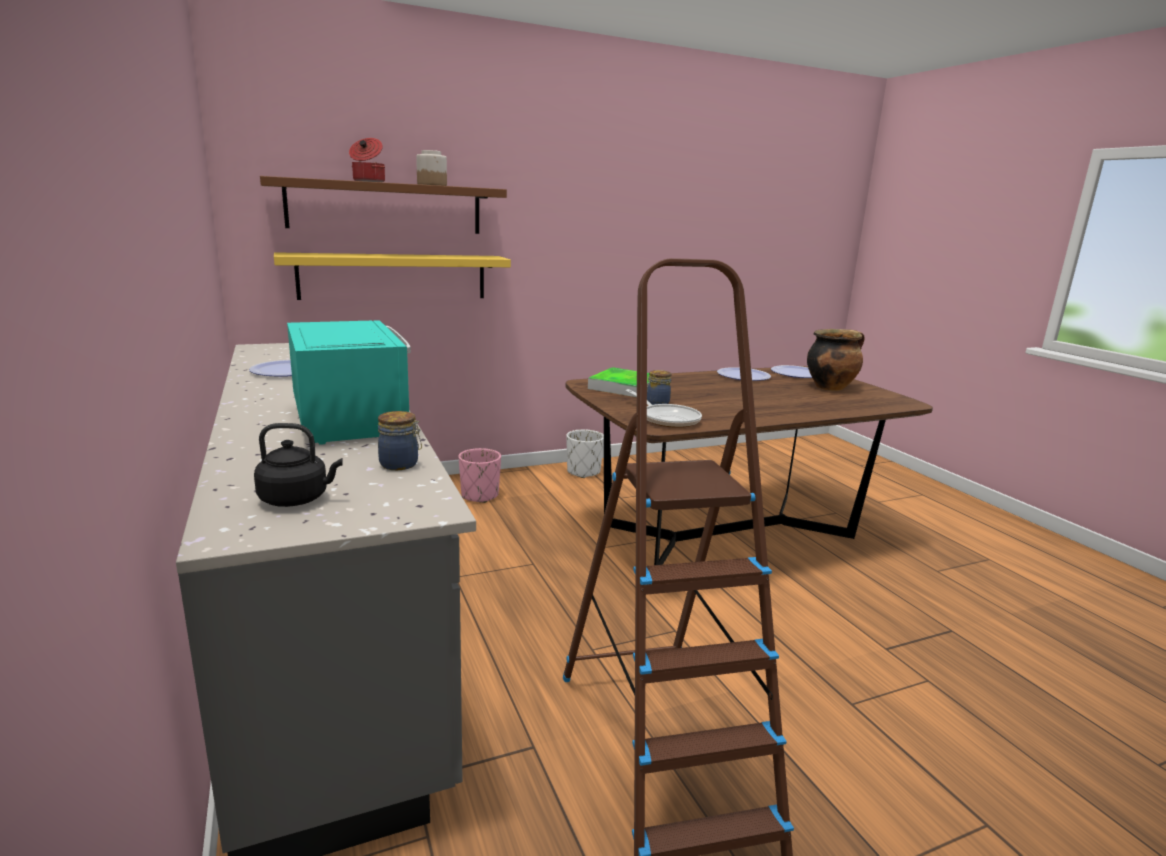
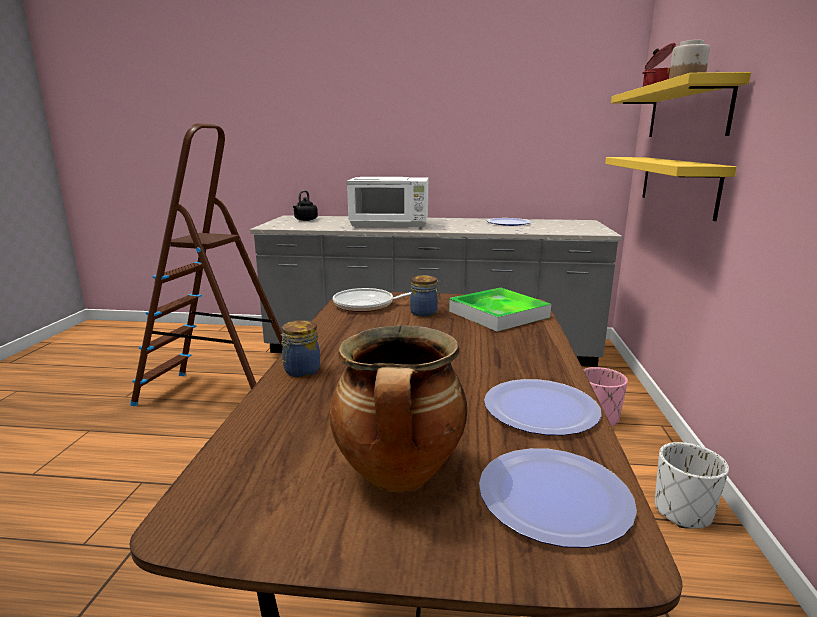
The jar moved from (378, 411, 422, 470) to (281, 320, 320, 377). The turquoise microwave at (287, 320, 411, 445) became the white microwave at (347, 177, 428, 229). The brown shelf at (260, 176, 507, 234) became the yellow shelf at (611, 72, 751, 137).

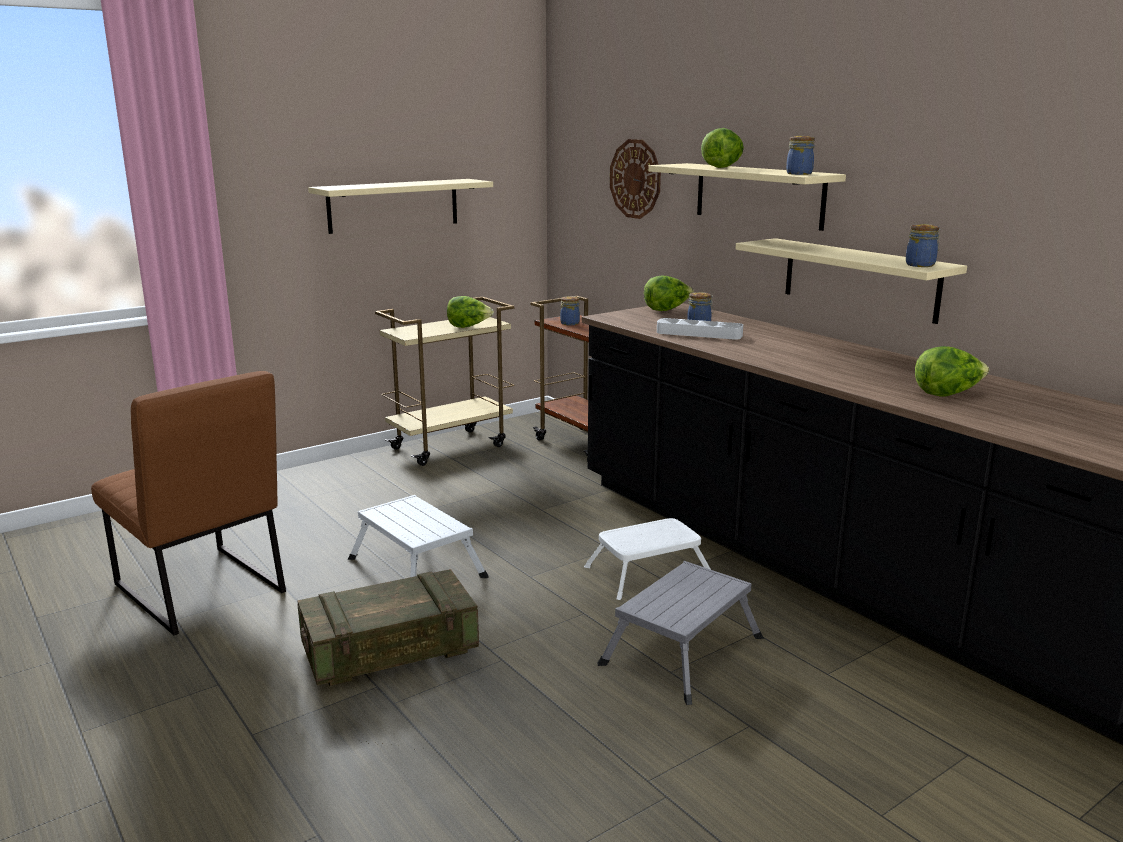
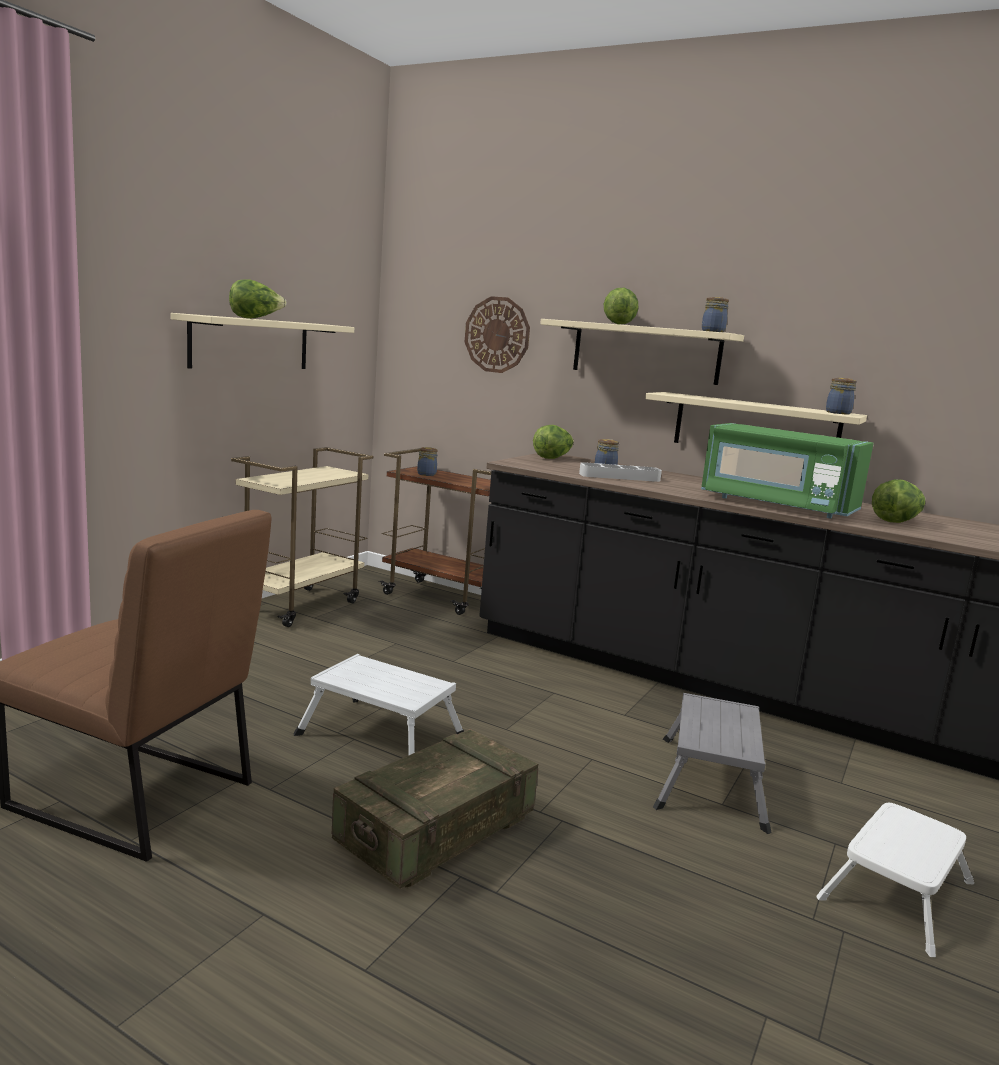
The lettuce moved from (447, 296, 494, 328) to (229, 279, 287, 319). The green microwave at (701, 423, 874, 518) appeared. The white step ladder moved from (584, 518, 711, 600) to (816, 803, 974, 957).

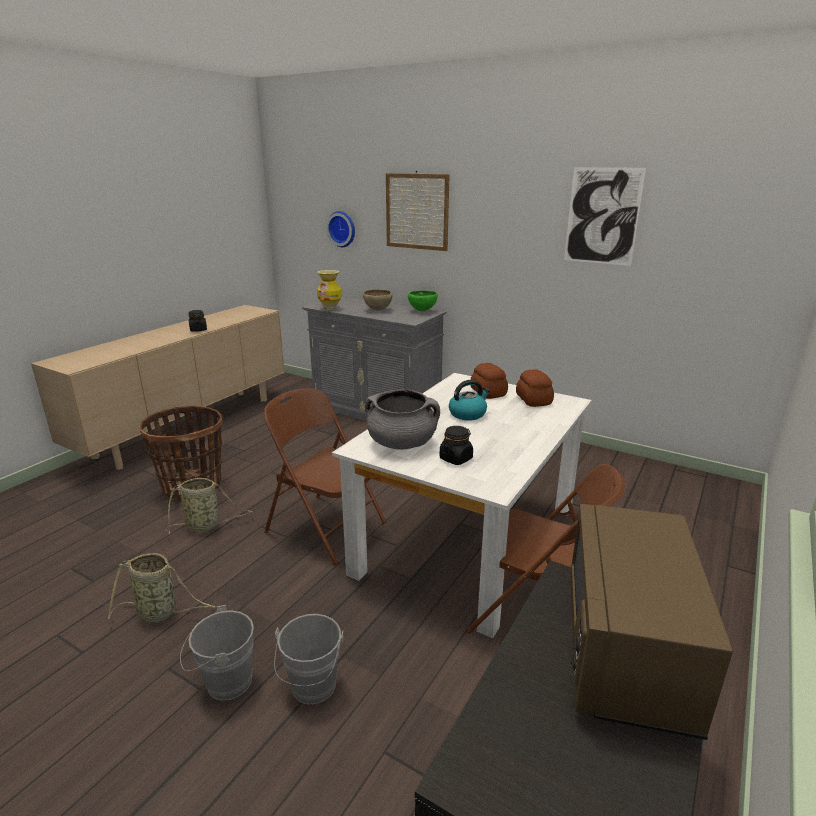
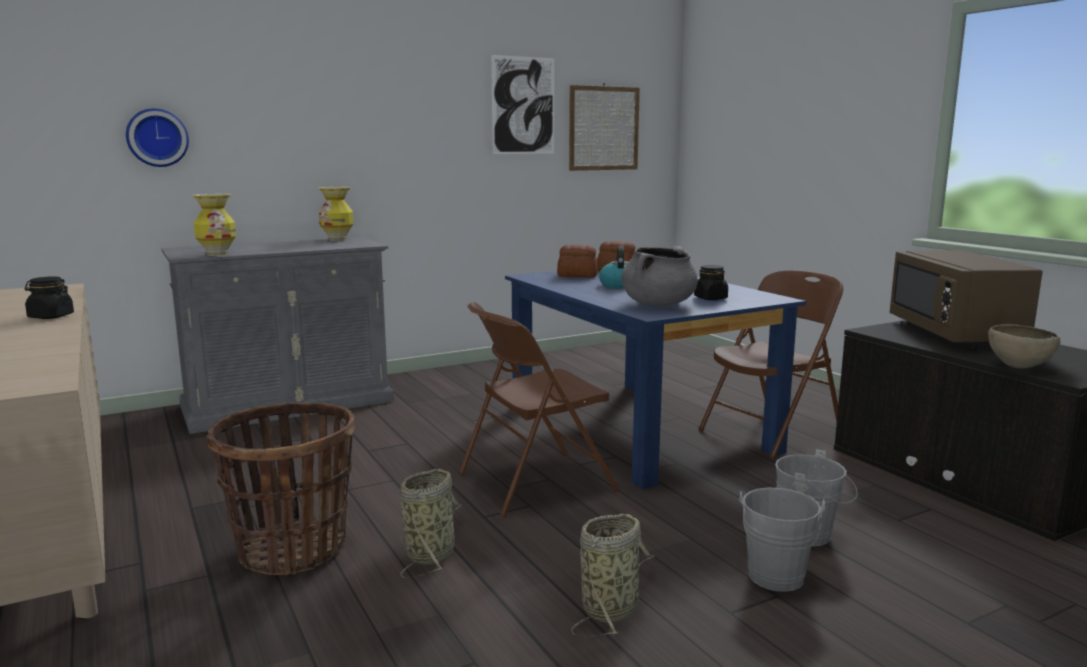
The green bowl at (408, 290, 438, 312) was replaced by the vase at (319, 187, 354, 241). The white dining table at (332, 373, 592, 638) became the blue dining table at (505, 271, 806, 489). The picture moved from (386, 171, 450, 251) to (569, 83, 640, 171). The brown microwave at (570, 504, 733, 740) turned 45 degrees clockwise. The brown bowl moved from (363, 289, 392, 311) to (988, 324, 1061, 368).

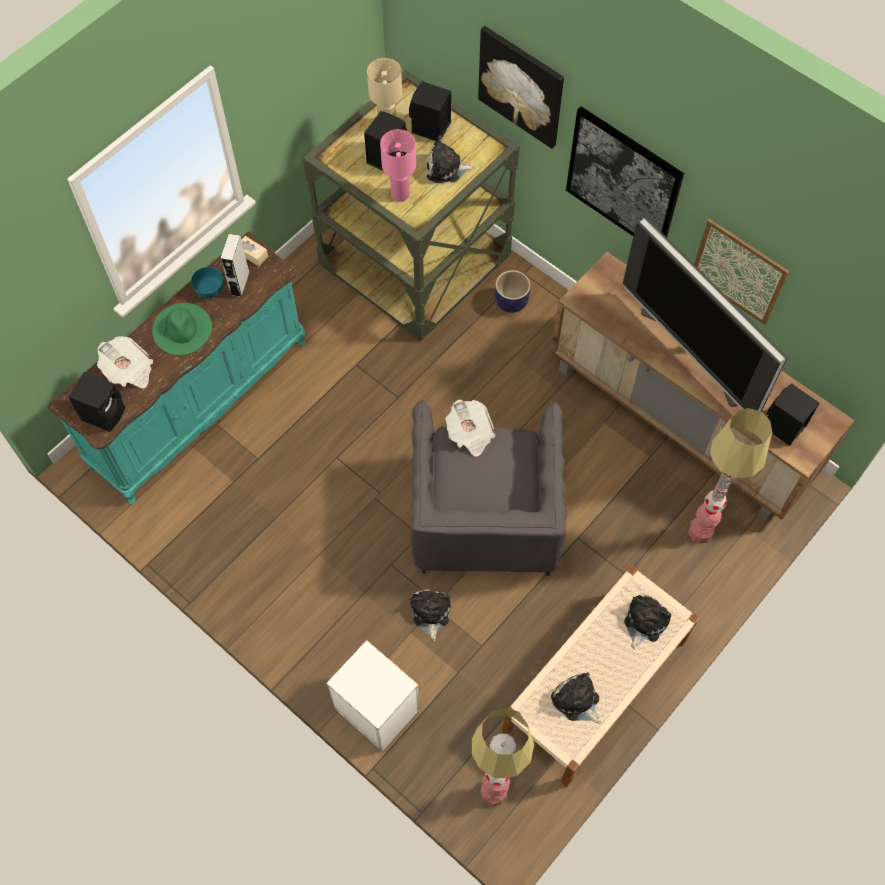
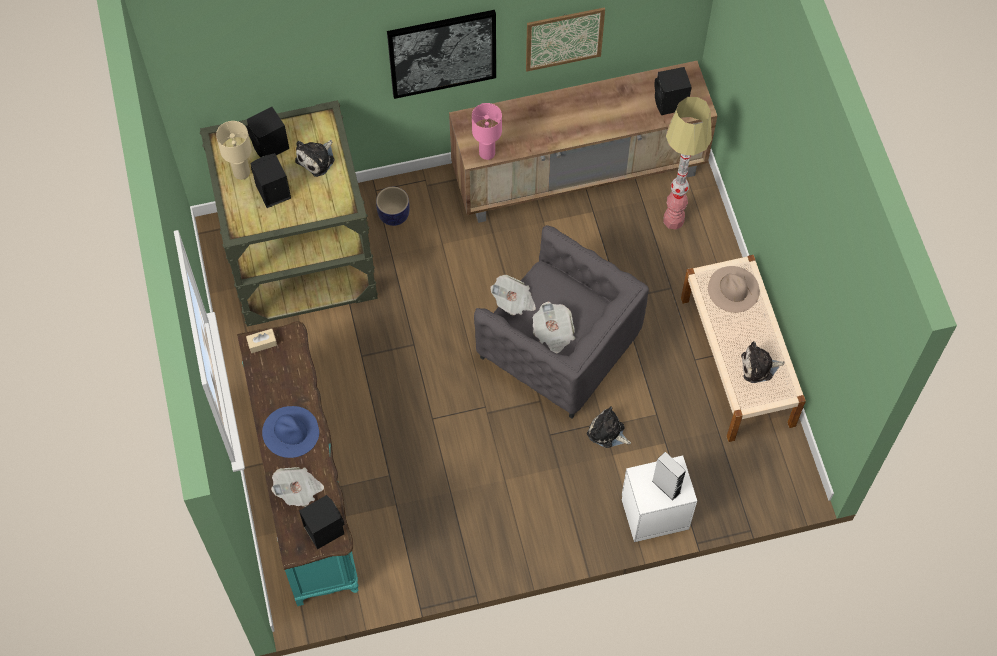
The green hat at (152, 303, 212, 355) became the blue hat at (262, 406, 319, 458). The pink table lamp moved from (380, 129, 416, 202) to (472, 103, 502, 160). The newspaper at (533, 302, 575, 353) appeared. The grey speaker moved from (220, 234, 250, 297) to (652, 452, 686, 500). The plush toy at (624, 595, 671, 650) was replaced by the beige hat at (708, 266, 760, 313). The turquoise bowl at (191, 267, 223, 298) disappeared. The floor lamp at (472, 708, 534, 806) disappeared. The picture at (478, 26, 564, 149) disappeared. The television at (623, 217, 787, 412) disappeared.

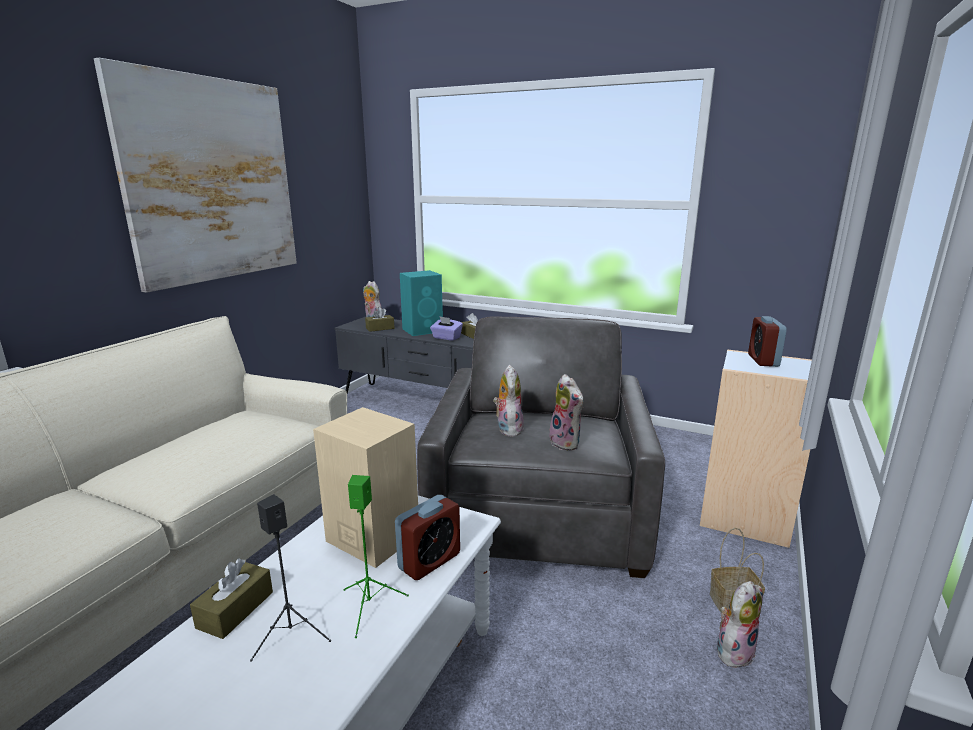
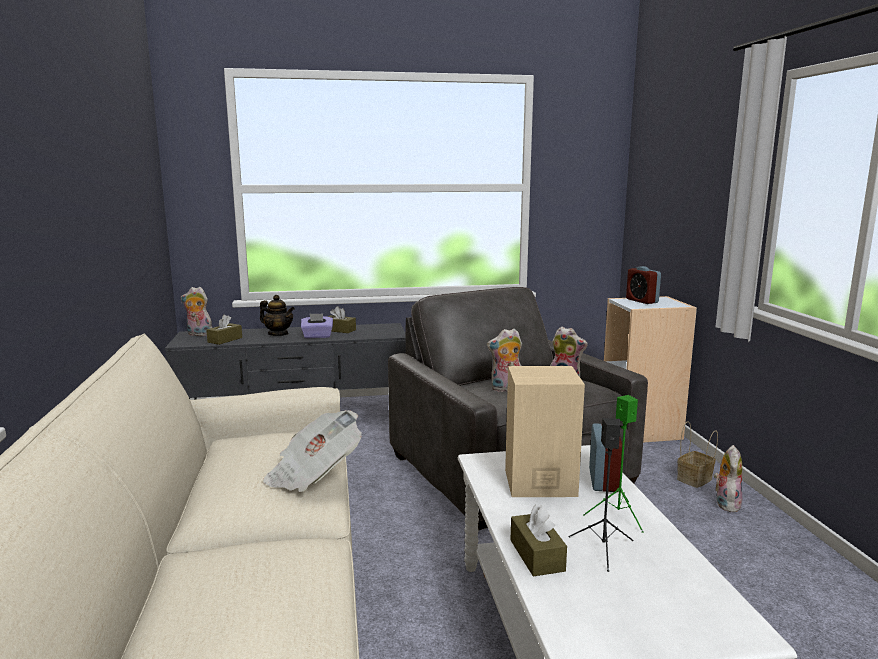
The turquoise speaker at (400, 270, 443, 336) was replaced by the teapot at (260, 295, 295, 336). The newspaper at (263, 410, 362, 492) appeared. The plush toy at (493, 365, 524, 437) turned 60 degrees counterclockwise. The picture at (94, 58, 297, 293) disappeared.

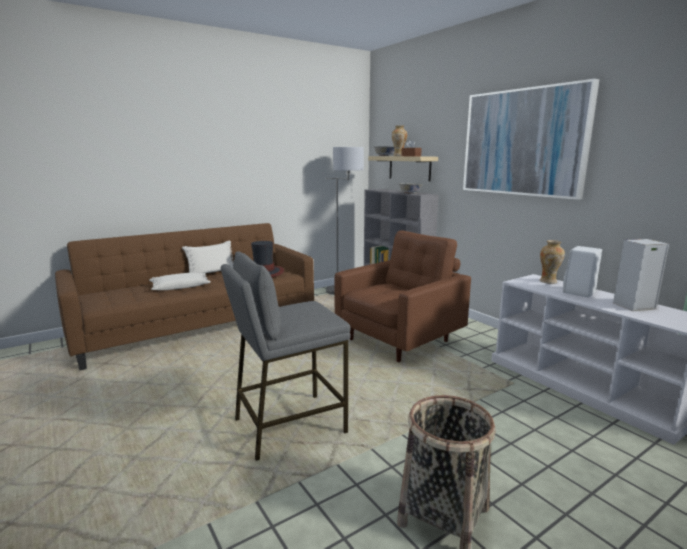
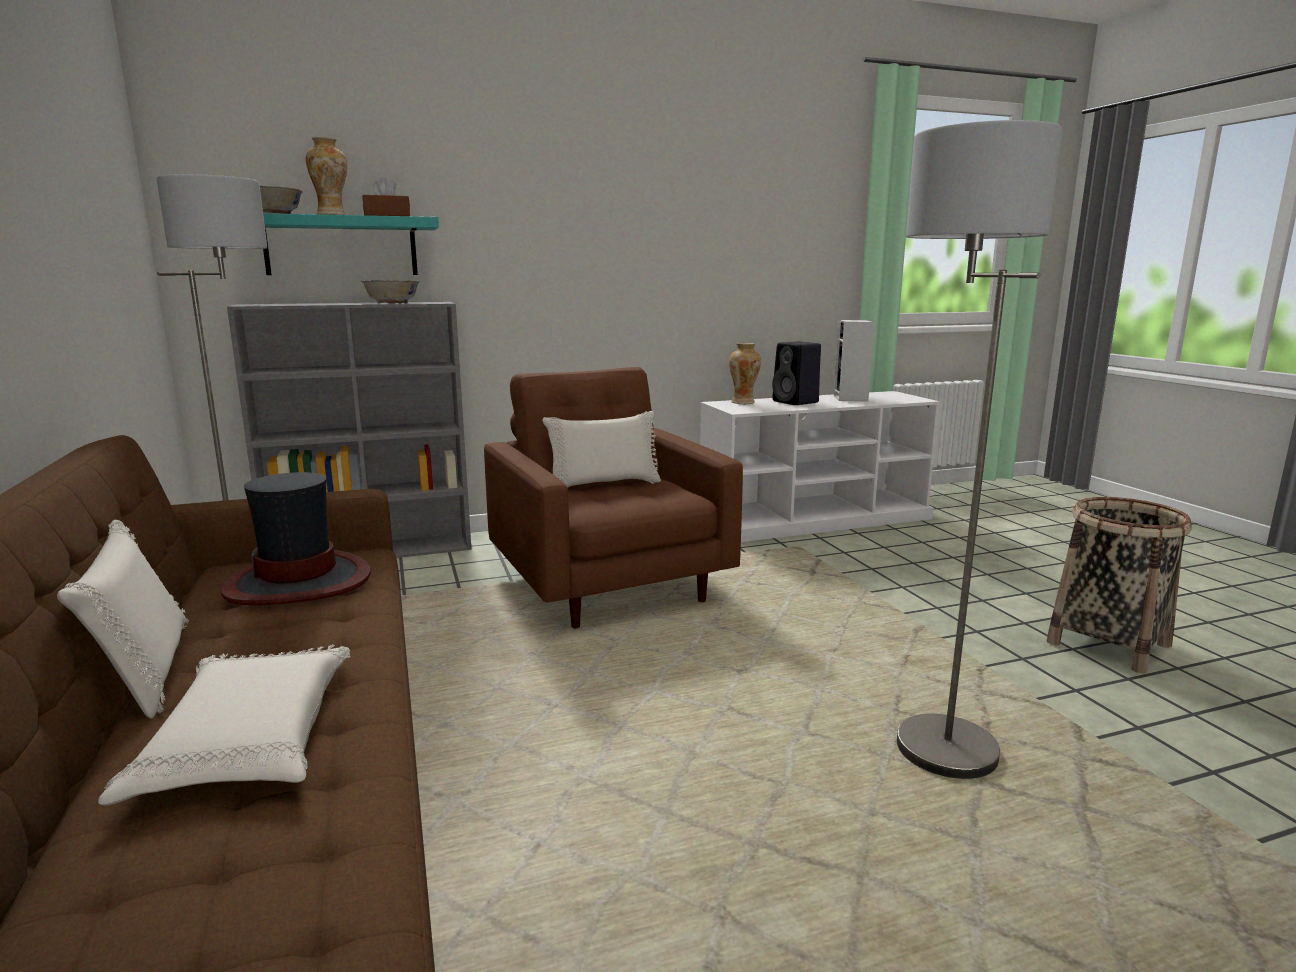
The beige shelf at (368, 156, 438, 181) became the turquoise shelf at (263, 213, 439, 275). The white pillow at (542, 411, 661, 488) appeared. The white speaker at (563, 246, 602, 297) became the black speaker at (772, 341, 821, 405). The grey stool at (221, 251, 351, 461) was replaced by the grey floor lamp at (897, 120, 1063, 779). The picture at (463, 79, 600, 200) disappeared.

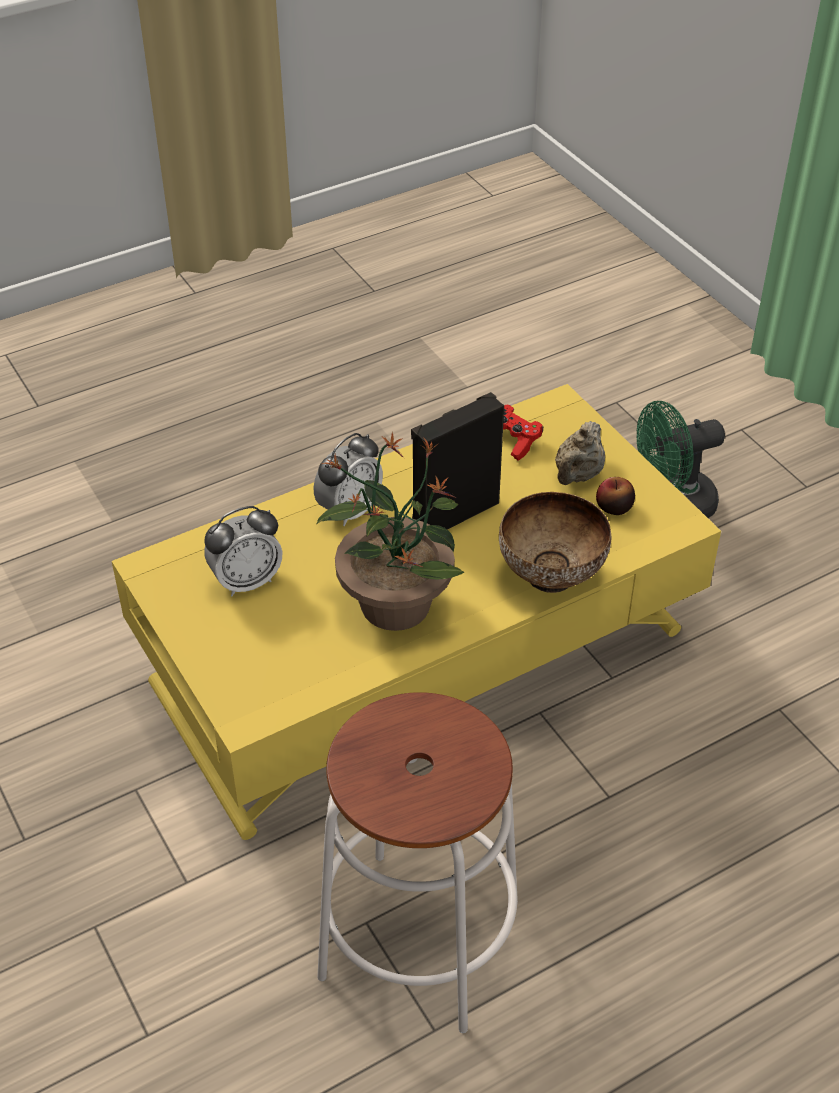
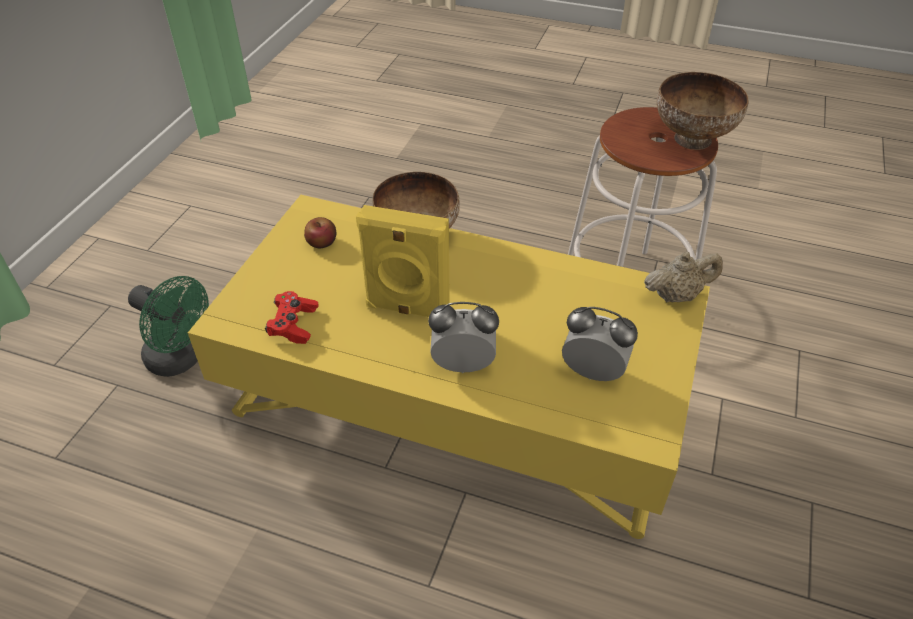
The black speaker at (411, 392, 504, 530) became the yellow speaker at (356, 205, 450, 317). The beige teapot moved from (555, 421, 605, 485) to (644, 252, 723, 302). The bowl at (657, 72, 748, 150) appeared. The potted plant at (316, 433, 465, 631) disappeared.

